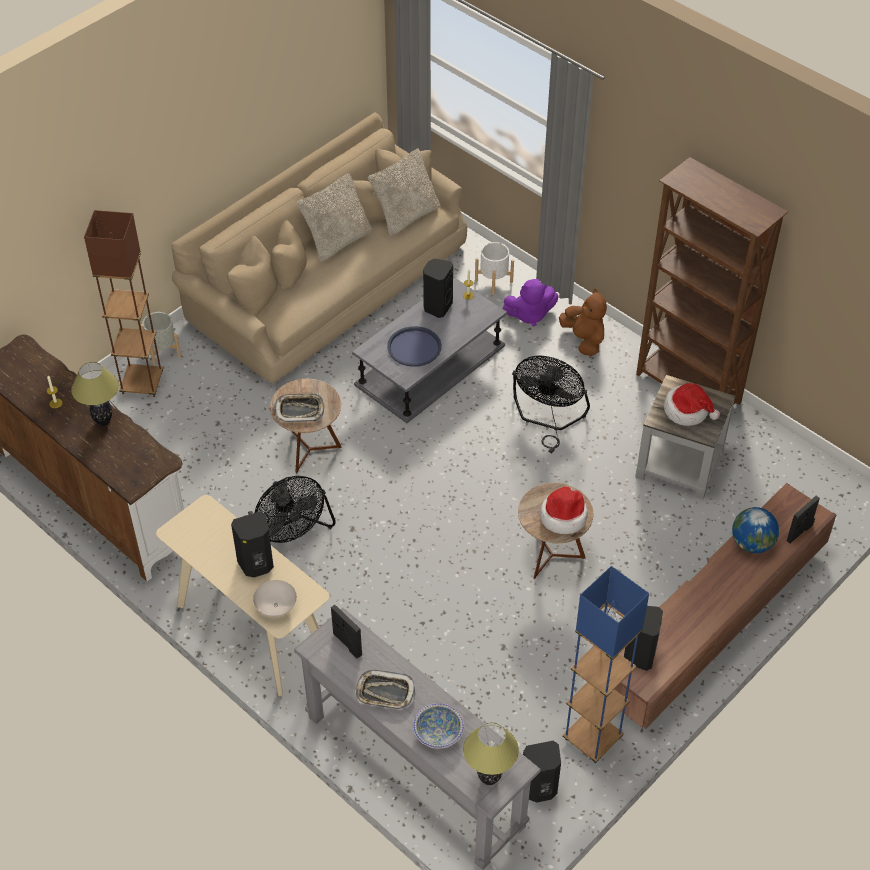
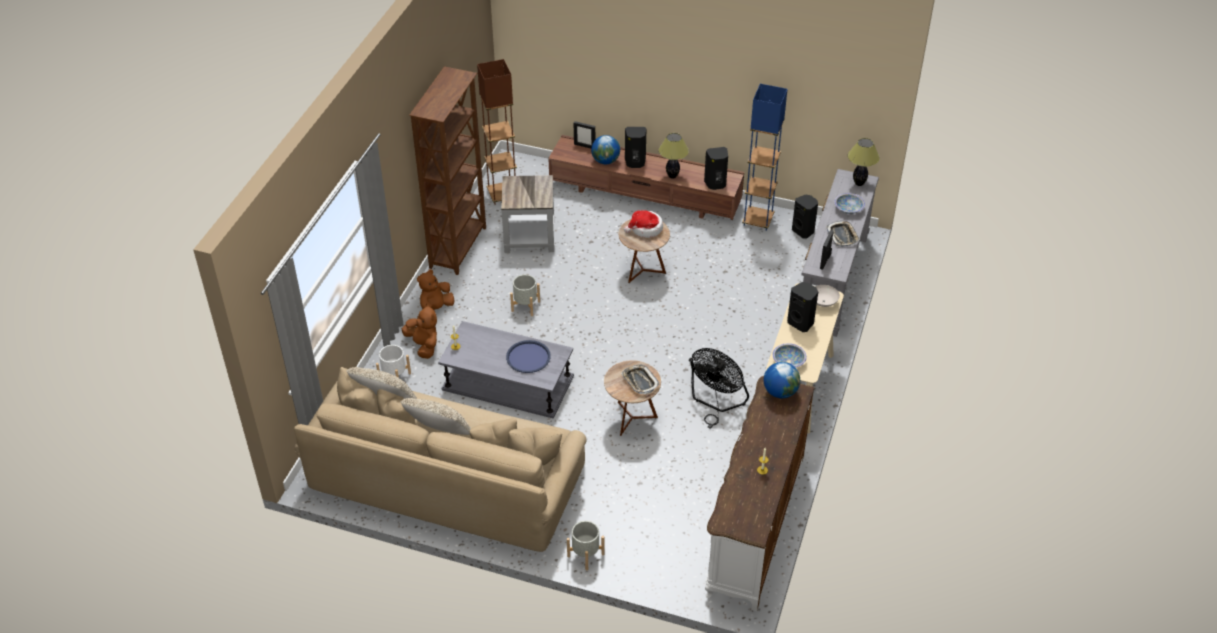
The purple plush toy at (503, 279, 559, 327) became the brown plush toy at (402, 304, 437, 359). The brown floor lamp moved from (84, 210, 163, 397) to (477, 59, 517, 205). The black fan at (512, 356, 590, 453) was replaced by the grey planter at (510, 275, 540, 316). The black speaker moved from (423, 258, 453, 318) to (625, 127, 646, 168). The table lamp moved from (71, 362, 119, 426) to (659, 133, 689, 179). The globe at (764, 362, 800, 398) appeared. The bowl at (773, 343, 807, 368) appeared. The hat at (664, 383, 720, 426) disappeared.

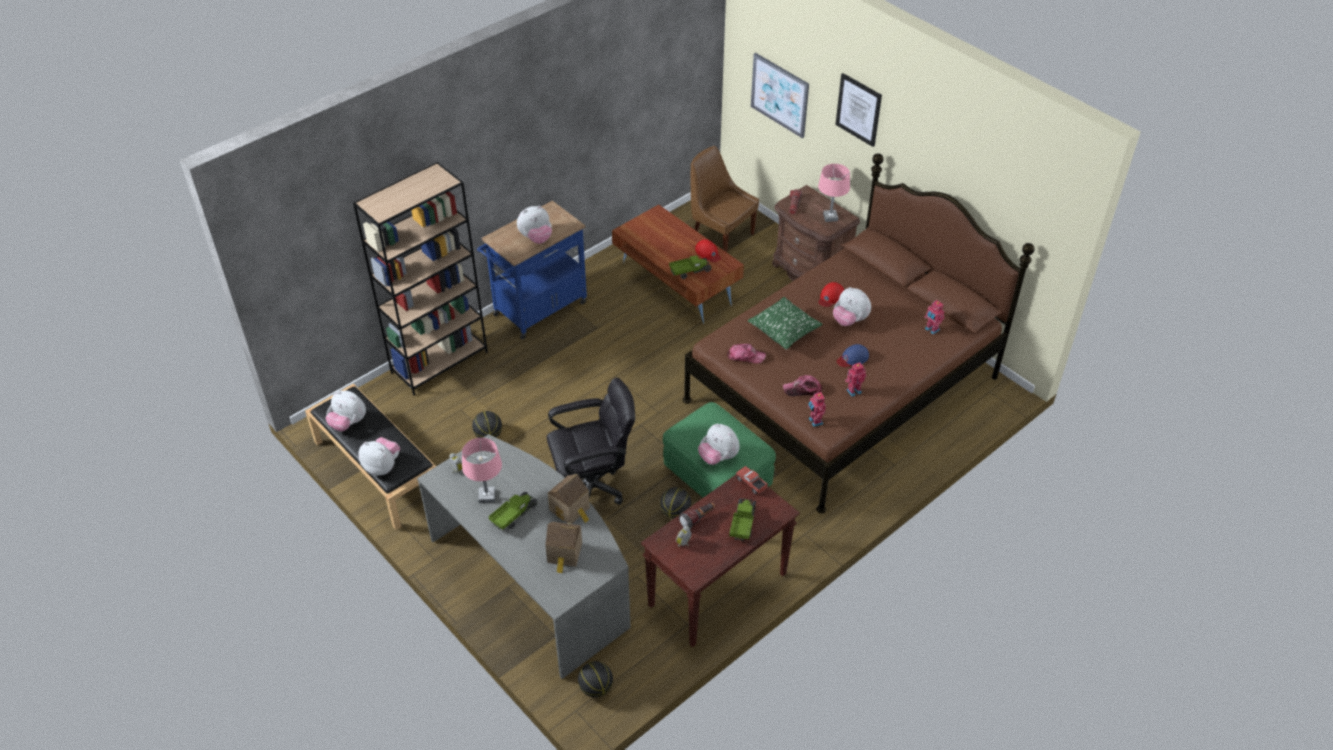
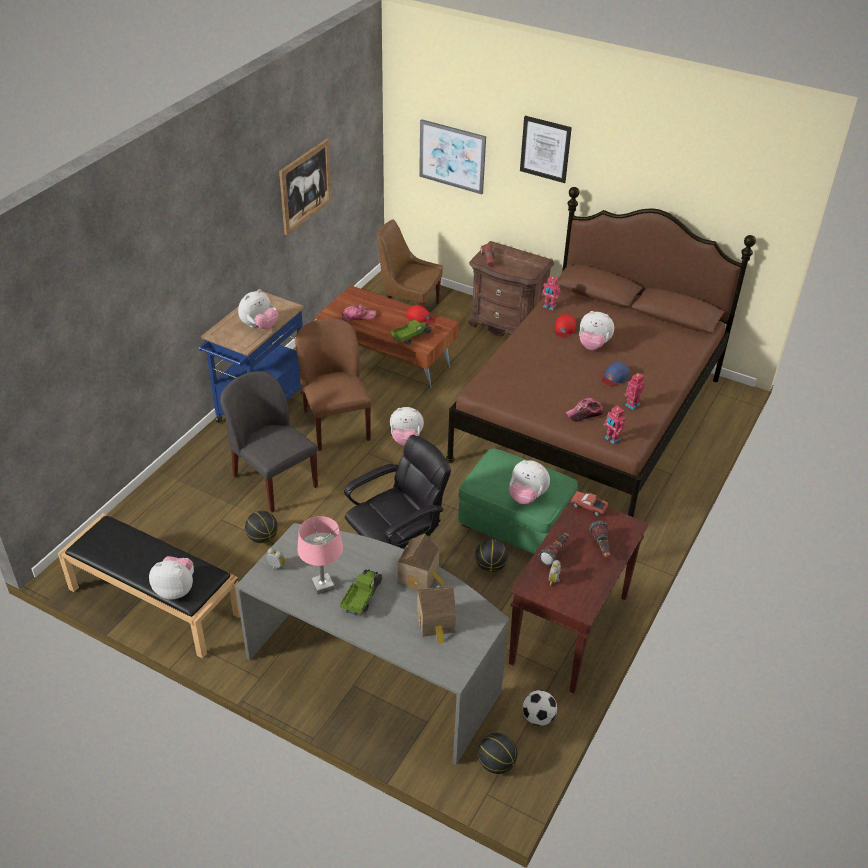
The grey chair at (220, 371, 318, 512) appeared. The picture at (279, 139, 332, 235) appeared. The brown chair at (295, 318, 372, 451) appeared. The cap moved from (727, 344, 766, 364) to (341, 304, 376, 321). The plush toy moved from (326, 391, 366, 432) to (390, 407, 424, 446). The football at (523, 690, 557, 726) appeared. The toy robot moved from (924, 300, 945, 335) to (541, 276, 561, 310). The toy truck at (729, 498, 756, 541) was replaced by the flashlight at (589, 520, 610, 558). The beige bookcase at (353, 162, 488, 395) disappeared. The green pillow at (748, 297, 822, 350) disappeared. The pink table lamp at (818, 164, 850, 222) disappeared.

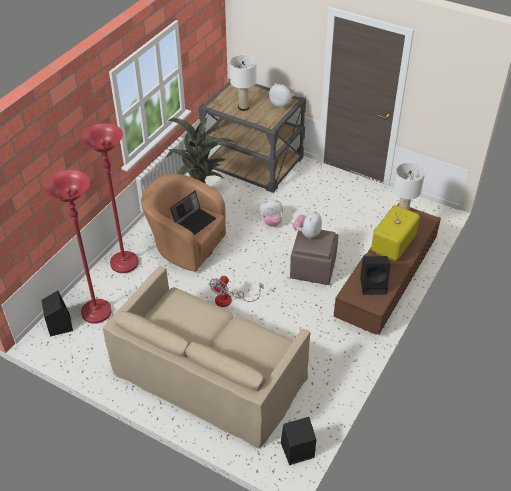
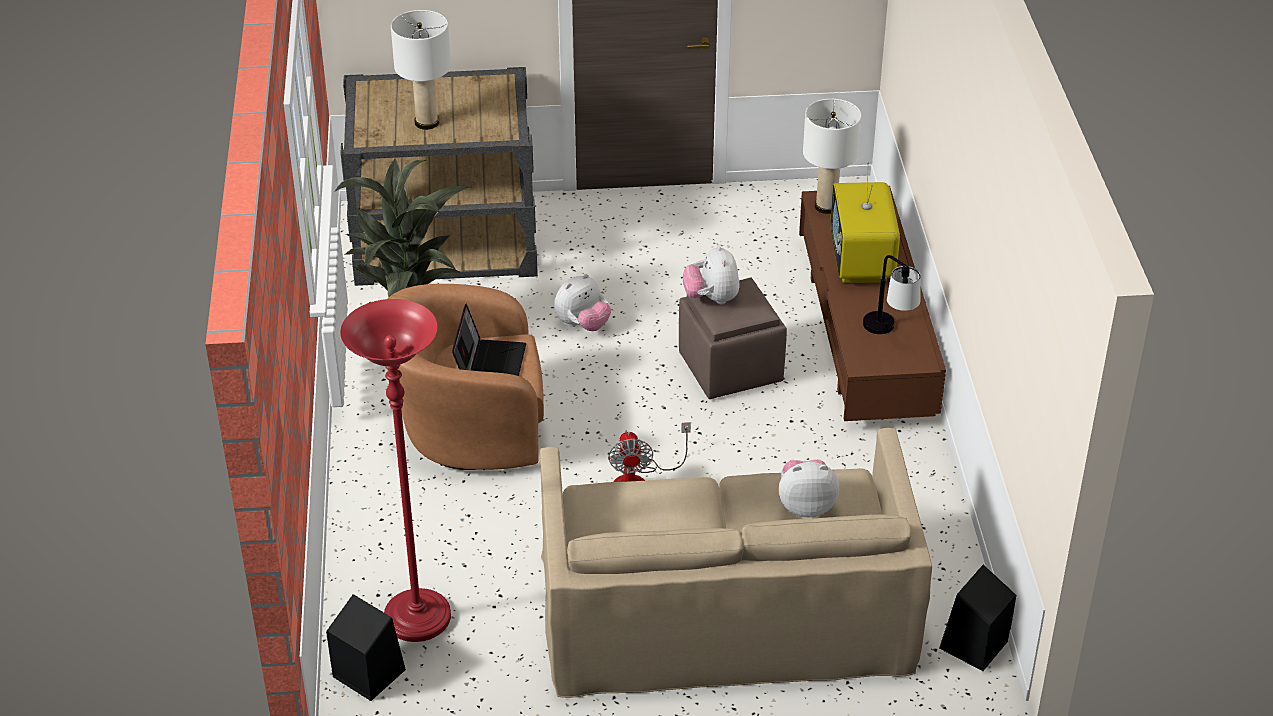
The plush toy moved from (269, 83, 295, 108) to (779, 459, 839, 517). The black speaker at (360, 256, 391, 295) was replaced by the table lamp at (863, 255, 921, 334). The red floor lamp at (80, 123, 139, 273) disappeared.

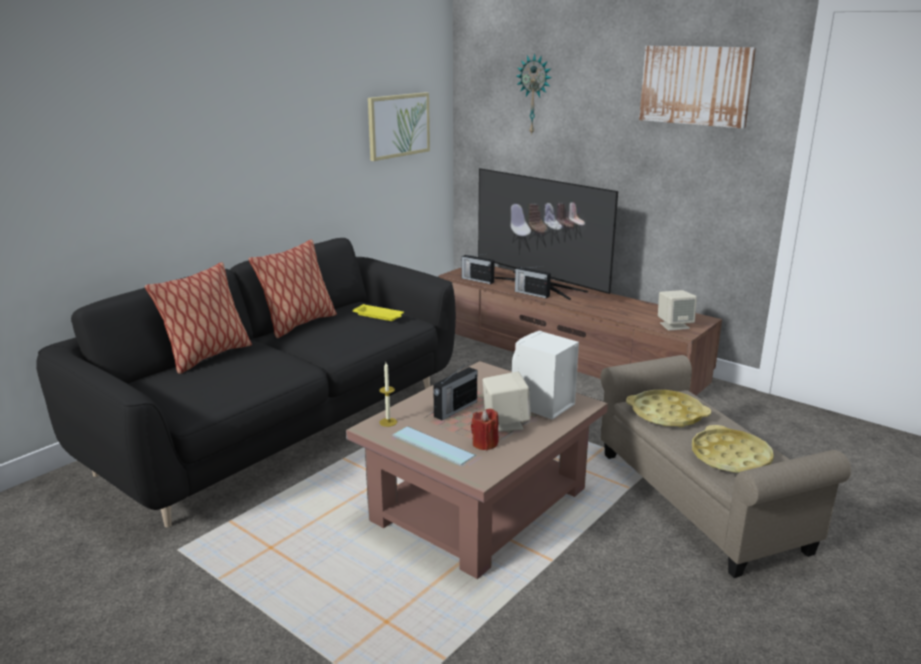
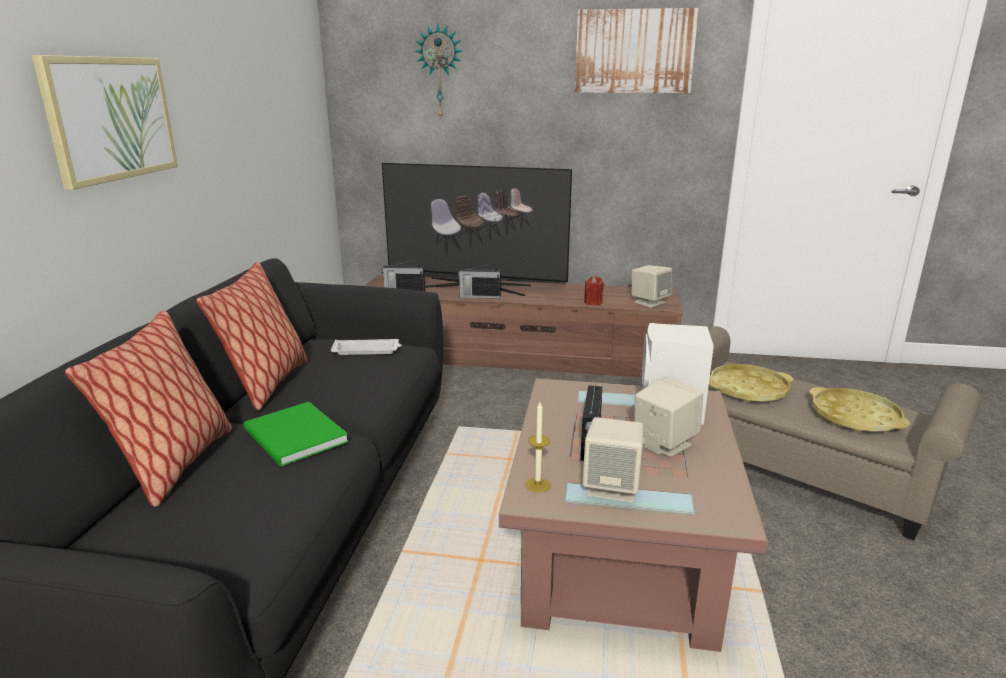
The picture moved from (368, 92, 430, 161) to (32, 55, 178, 190). The green book at (243, 402, 349, 466) appeared. The yellow tray at (353, 304, 404, 321) became the white tray at (331, 339, 401, 355). The beige speaker at (582, 417, 644, 503) appeared. The red candle moved from (471, 409, 499, 451) to (584, 276, 604, 305).

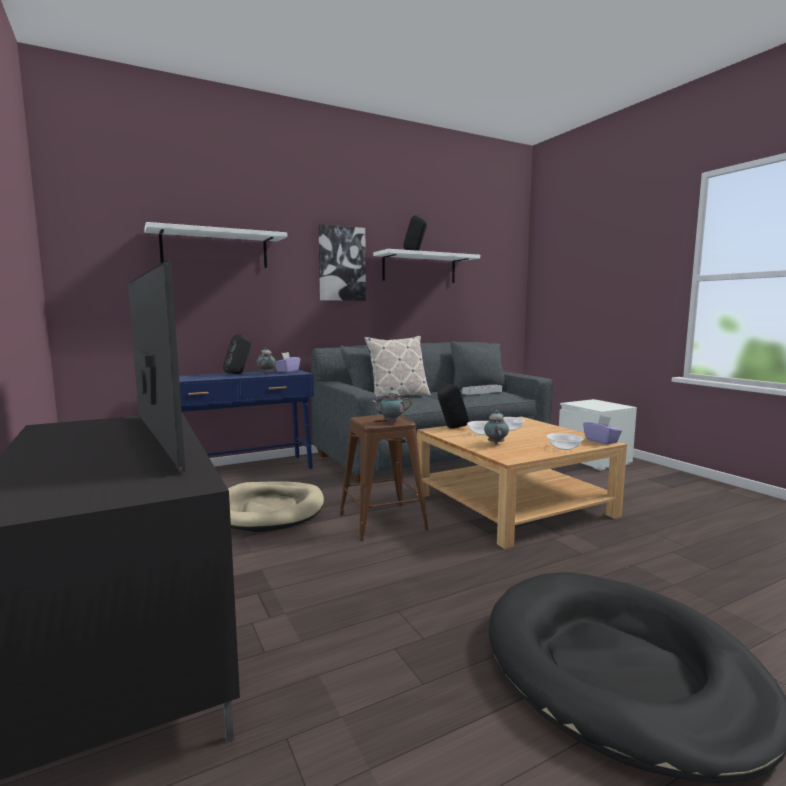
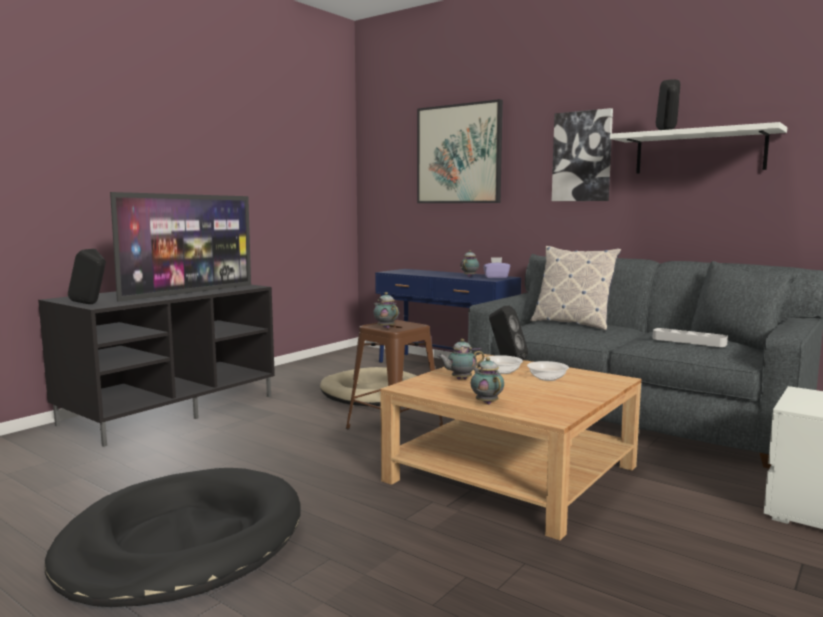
The black speaker moved from (223, 334, 251, 374) to (68, 249, 106, 304). The white shelf at (144, 222, 287, 268) was replaced by the picture at (417, 99, 503, 203). The bowl at (547, 433, 583, 450) was replaced by the teapot at (471, 357, 504, 404). The purple tissue box at (583, 415, 622, 445) disappeared.

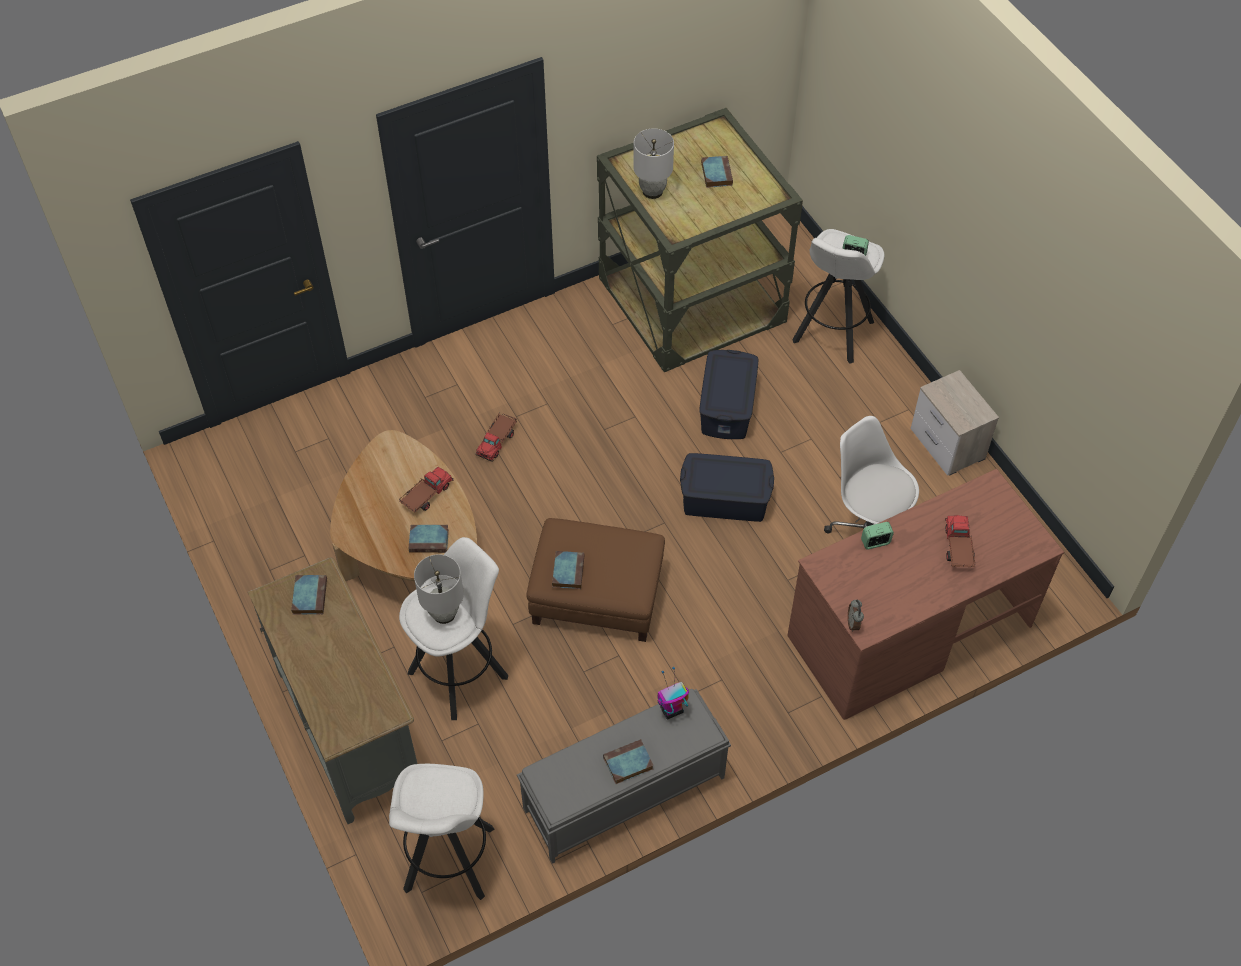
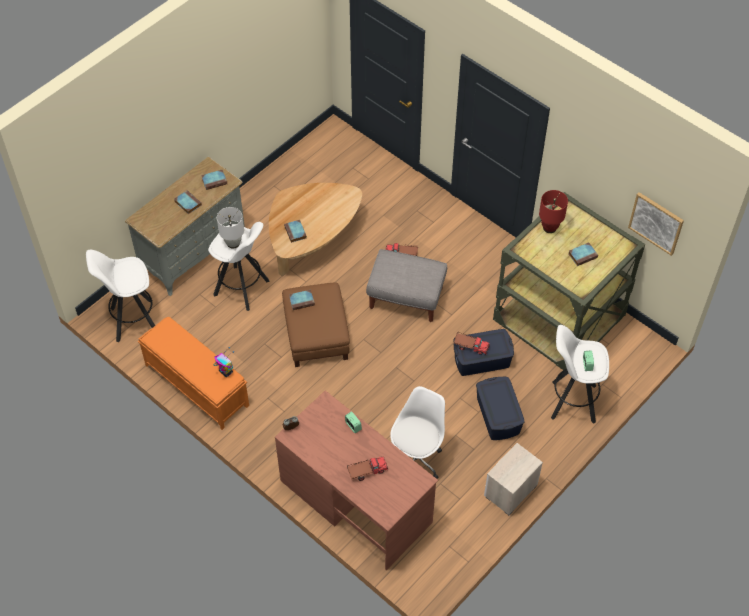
The grey bench at (517, 689, 731, 864) became the orange bench at (138, 317, 249, 430). The book moved from (603, 739, 653, 784) to (174, 190, 202, 214). The grey ottoman at (366, 249, 447, 322) appeared. The toy truck moved from (400, 467, 454, 513) to (453, 332, 490, 355). The blue storage box moved from (680, 453, 774, 522) to (476, 377, 525, 440). The white table lamp at (633, 128, 674, 199) became the red table lamp at (539, 190, 568, 233). The picture at (628, 192, 684, 256) appeared.

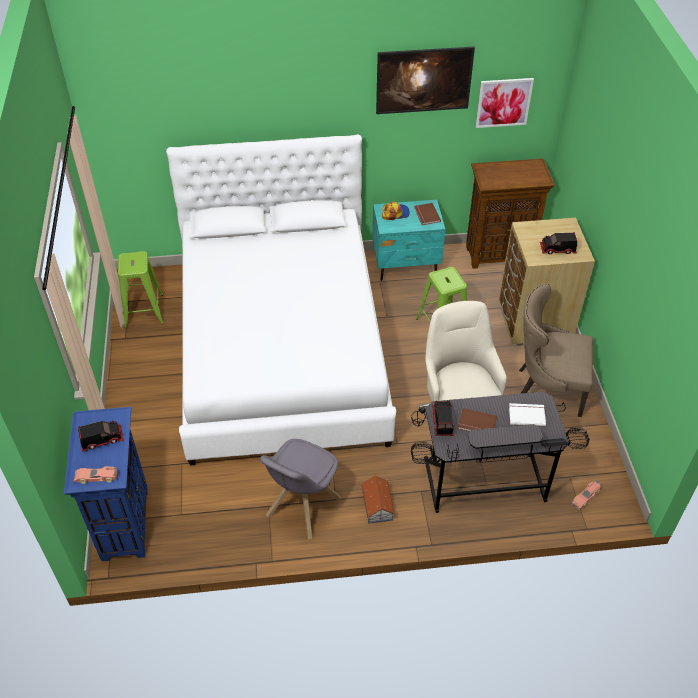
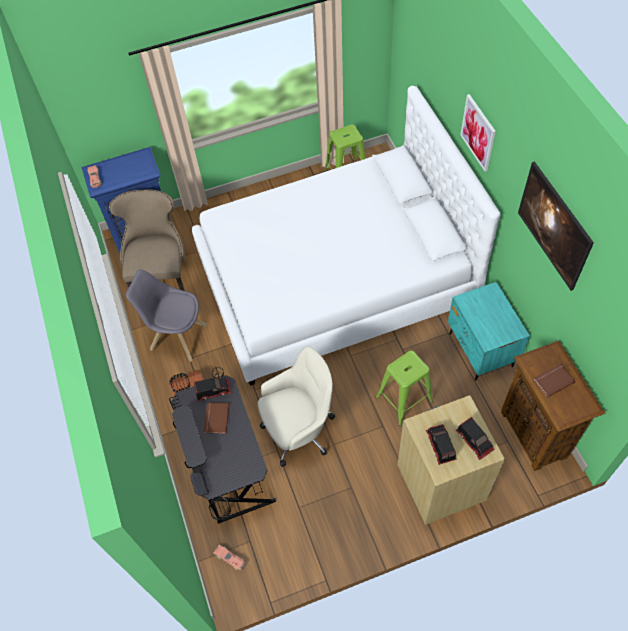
The beige chair moved from (519, 283, 593, 417) to (109, 190, 185, 291). The toy truck moved from (78, 421, 124, 452) to (456, 417, 495, 460). The picture moved from (475, 78, 534, 128) to (460, 94, 496, 172). The brown book moved from (414, 203, 441, 225) to (533, 363, 575, 397). The cap at (382, 202, 410, 220) disappeared. The white book at (509, 403, 546, 426) disappeared.

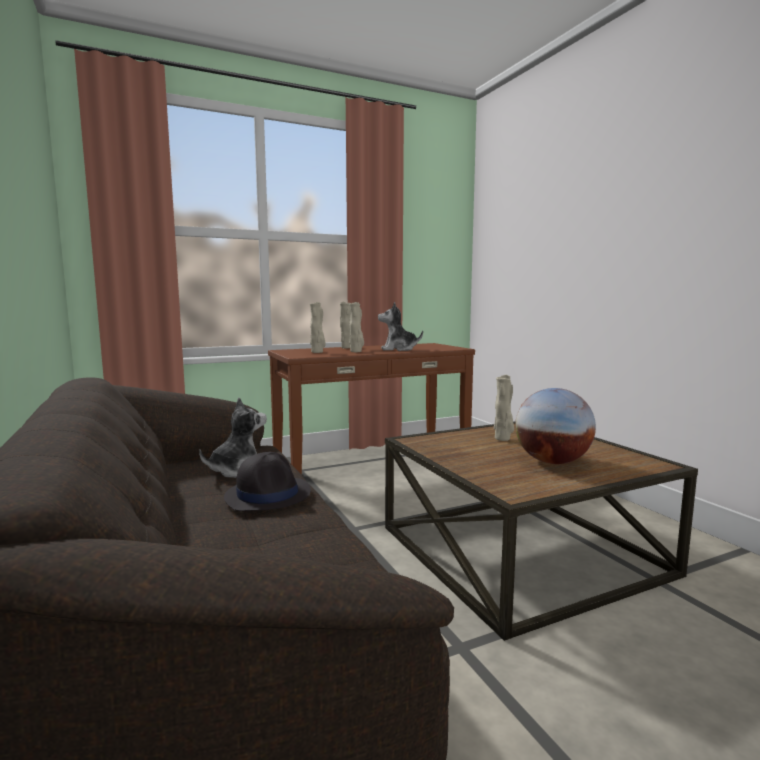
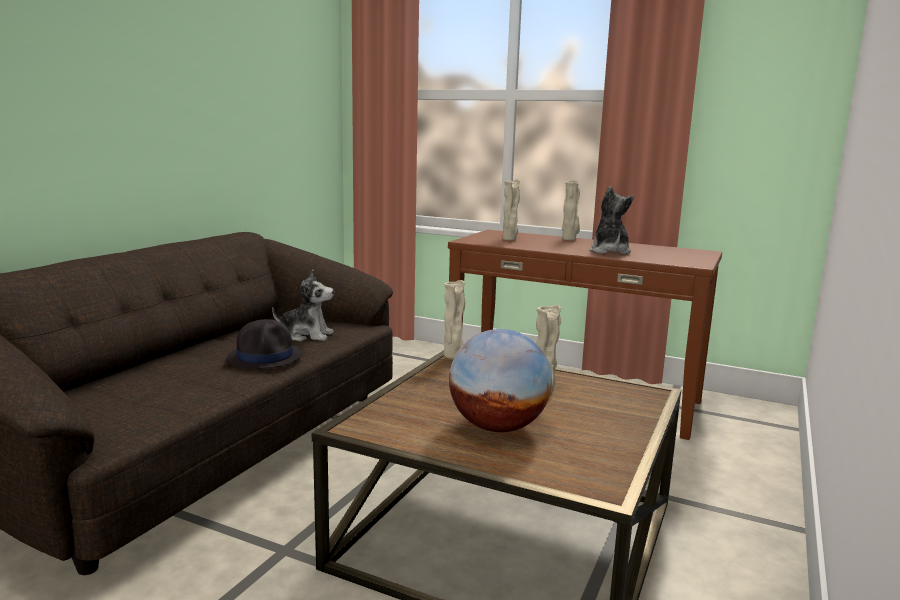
The beige vase moved from (349, 302, 364, 352) to (444, 280, 465, 359). The plush toy at (378, 302, 423, 351) turned 45 degrees clockwise.

